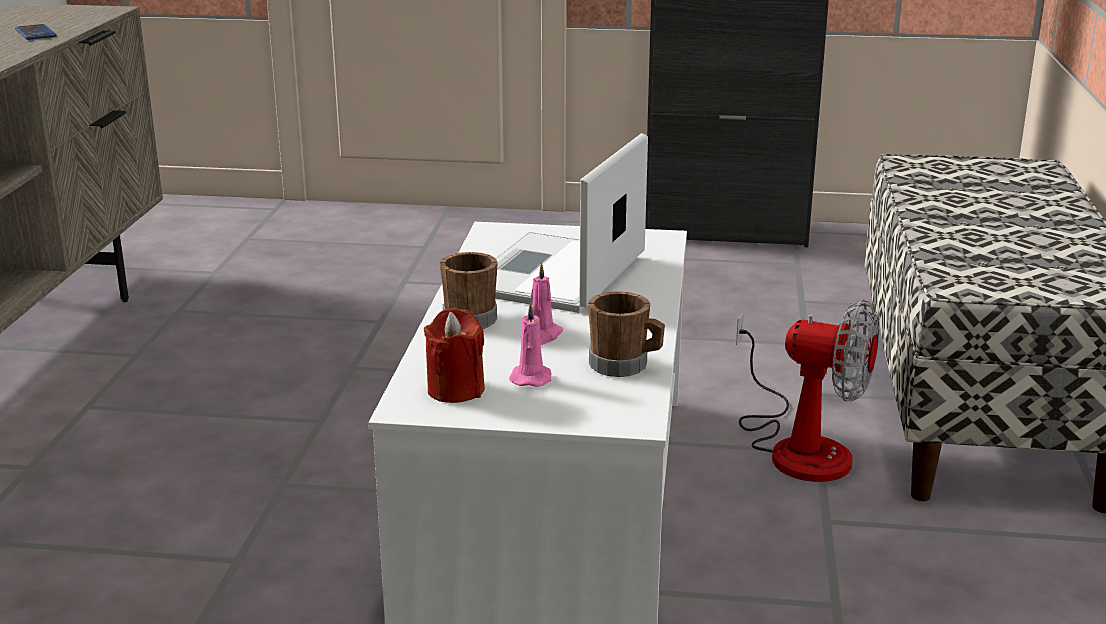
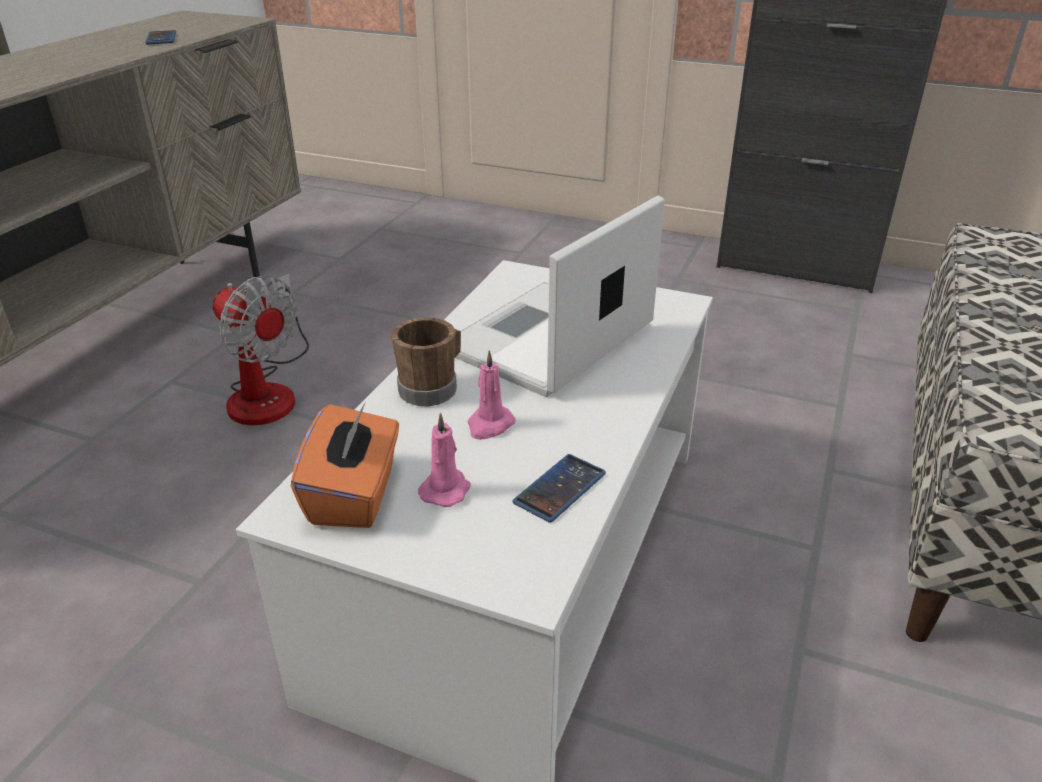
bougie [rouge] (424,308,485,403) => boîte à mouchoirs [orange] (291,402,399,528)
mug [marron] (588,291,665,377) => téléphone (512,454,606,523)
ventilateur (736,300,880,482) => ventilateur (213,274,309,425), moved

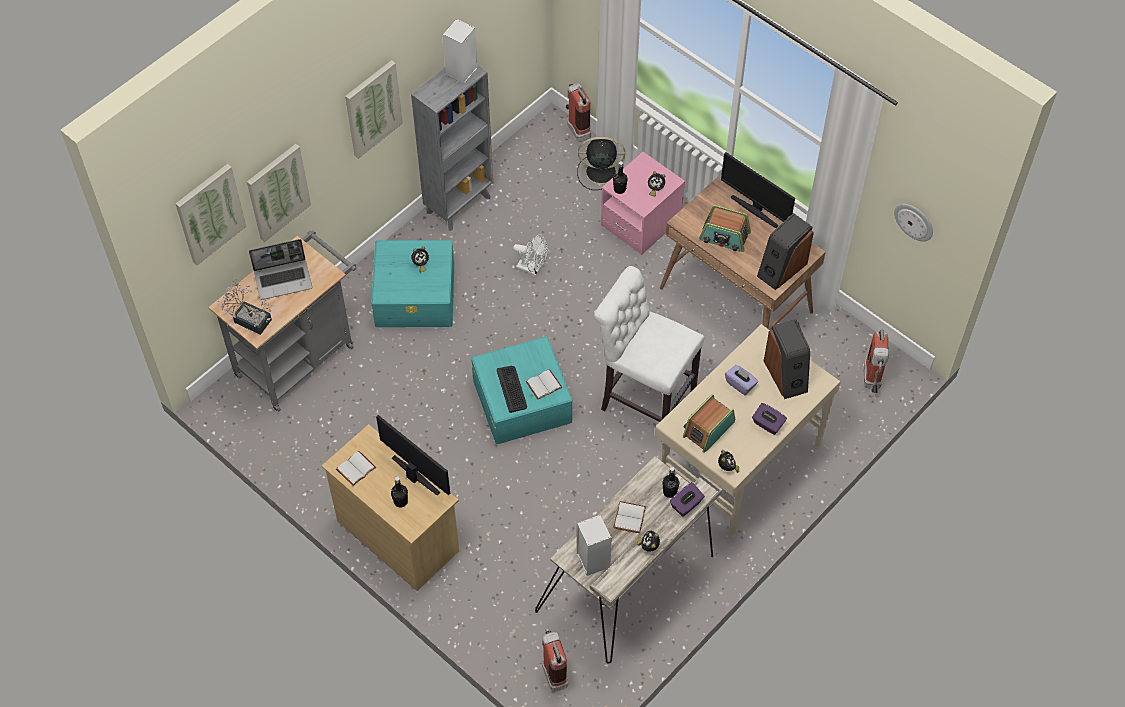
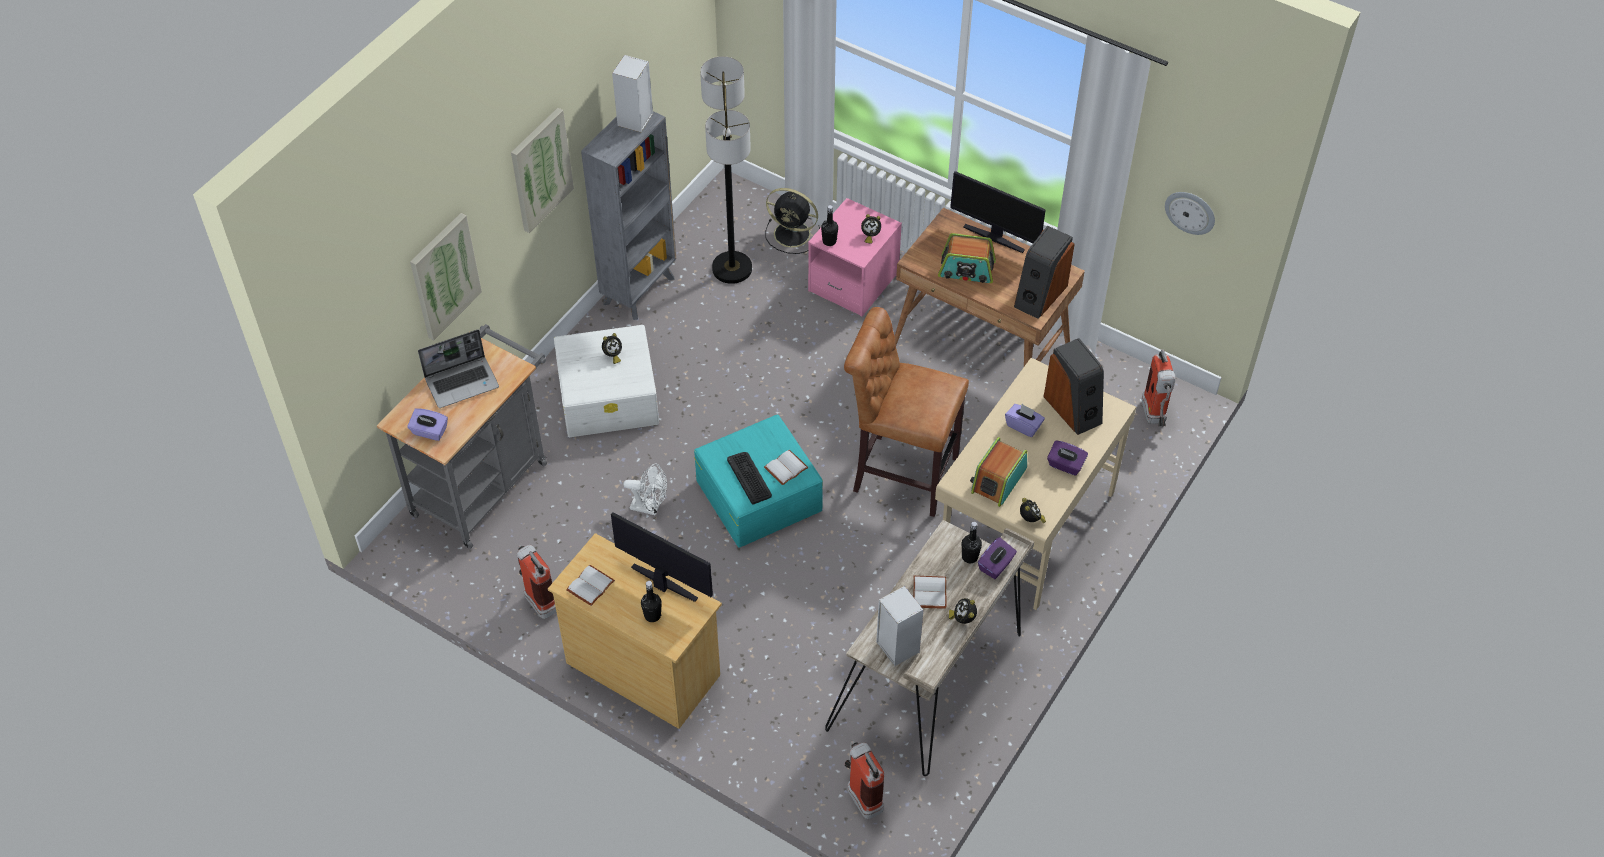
tableau (175,164,247,265) => nothing
plante en pot (218,279,275,335) => boîte à mouchoirs [violet] (407,408,448,441)
boîte de rangement [turquoise] (371,240,454,327) => boîte de rangement [blanc] (554,325,659,437)
ventilateur [blanc] (513,235,548,276) => ventilateur [blanc] (623,463,667,516), moved
extincteur (566,83,591,142) => extincteur (517,545,557,619), moved
ventilateur [noir] (577,137,625,190) => ventilateur [noir] (765,188,820,254), 150 degrees counterclockwise
tabouret [blanc] (594,266,704,422) => tabouret [marron] (844,307,969,517)
nothing => lampadaire (700,56,752,284)

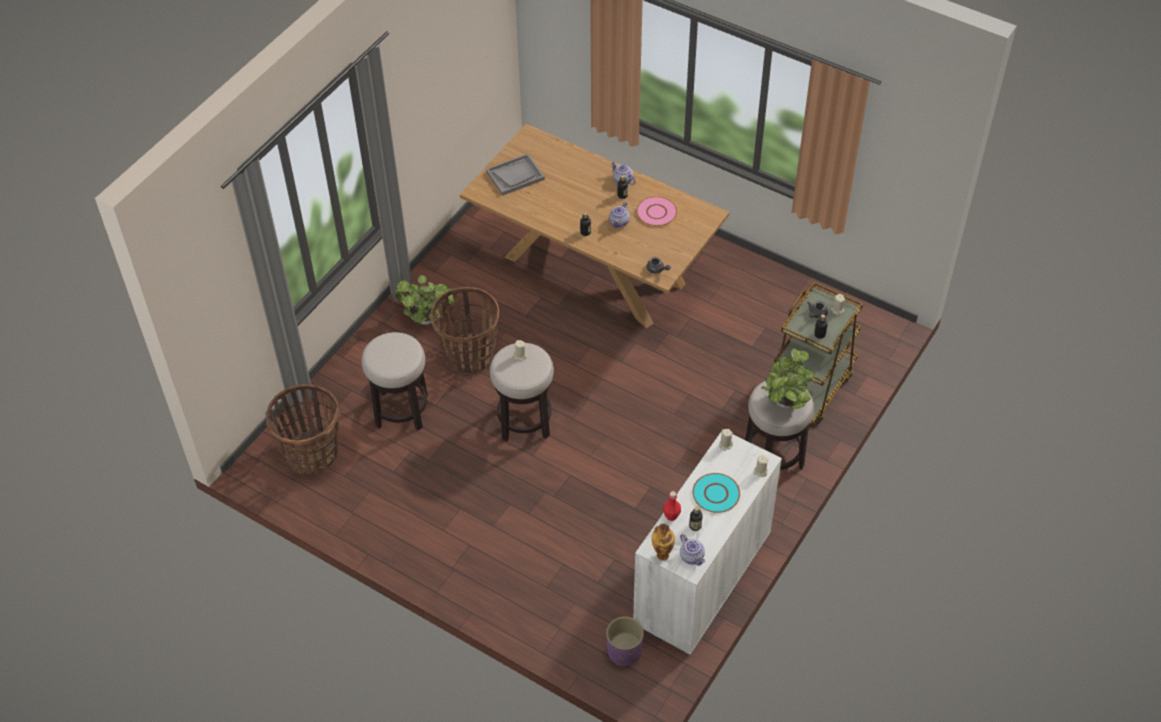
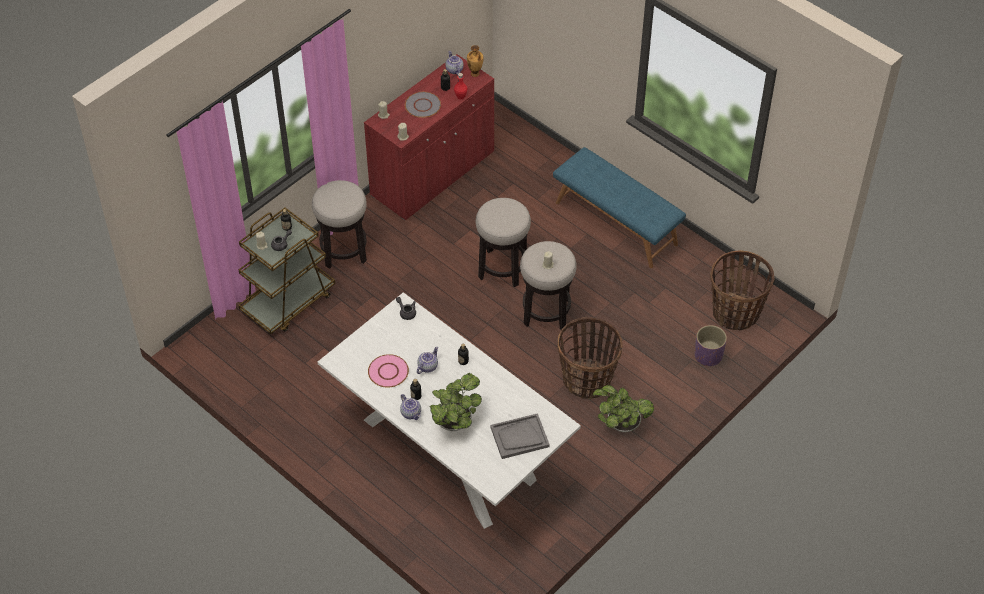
tabouret (362,332,428,431) => tabouret (476,198,531,287), moved
table à manger [marron] (460,124,729,328) => table à manger [blanc] (318,292,581,529)
cache-pot [violet] (606,616,644,666) => cache-pot [violet] (695,325,727,366), moved
meuble de rangement [blanc] (633,431,782,655) => meuble de rangement [rouge] (364,54,494,220)
assiette [turquoise] (692,473,740,513) => assiette [gris] (405,92,441,118)
plante en pot (761,348,814,409) => plante en pot (430,373,482,431), moved
nothing => banc [bleu] (553,147,686,268)

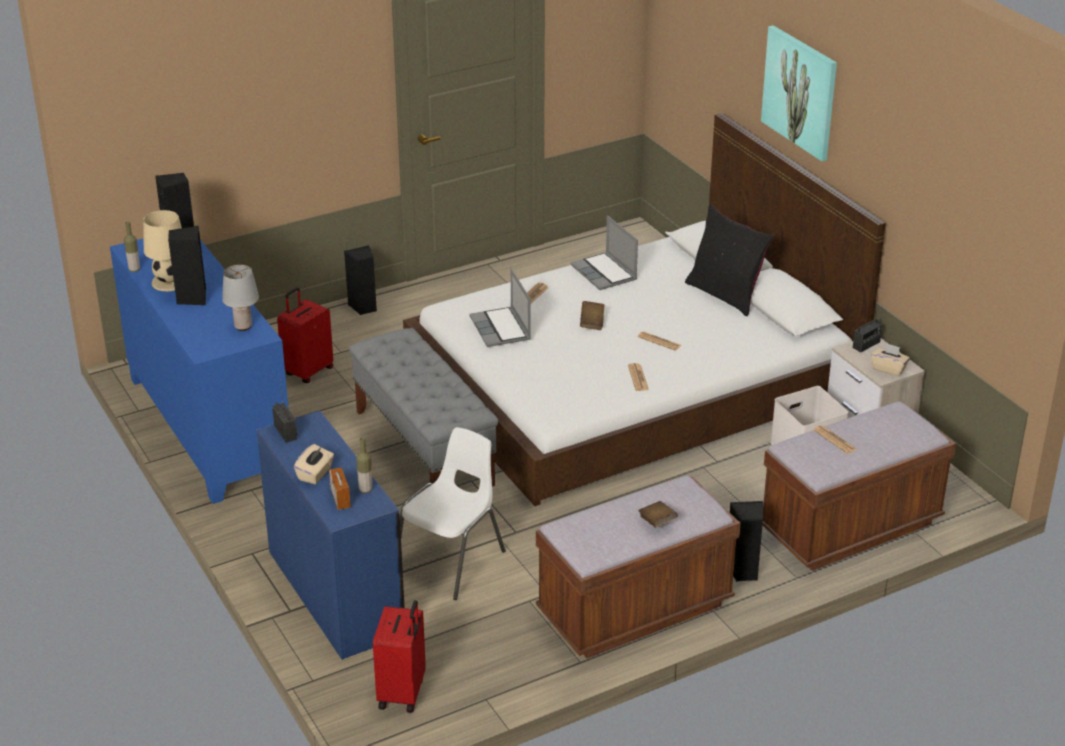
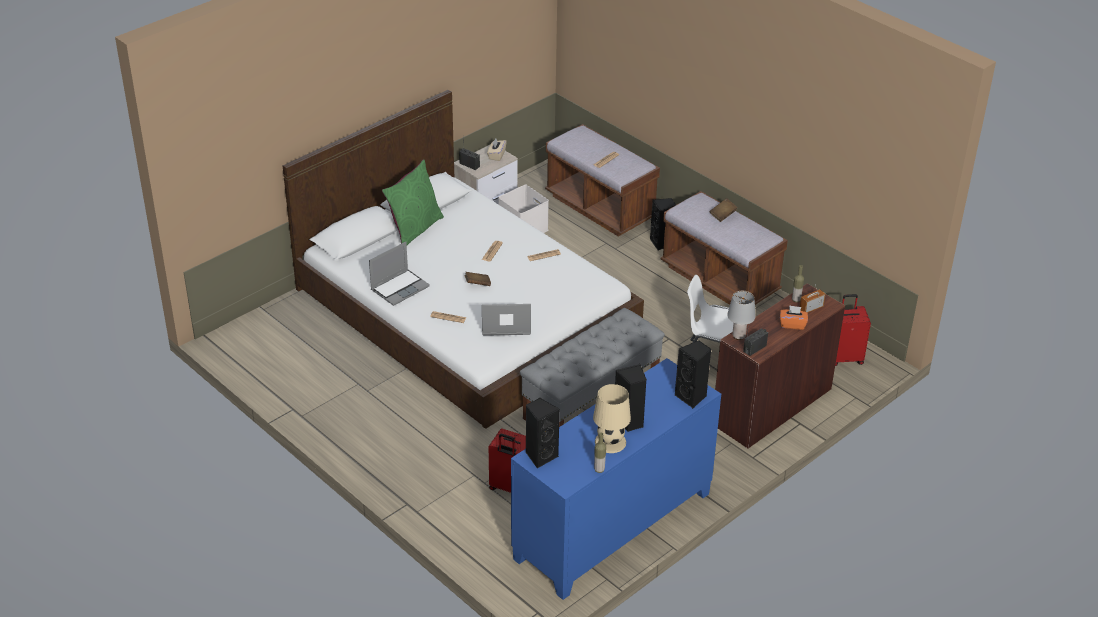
lampe de table [gris] (222,265,259,331) => lampe de table [gris] (727,291,755,340), moved
bureau [bleu] (256,411,405,660) => bureau [marron] (715,283,845,448)
boîte à mouchoirs [beige] (294,444,334,484) => boîte à mouchoirs [orange] (780,305,808,330)
enceinte [noir] (344,245,377,315) => enceinte [noir] (675,341,712,408), moved
ordinateur portable (469,269,531,347) => ordinateur portable (482,304,531,336), 150 degrees counterclockwise
coussin [noir] (685,204,774,316) => coussin [vert] (382,159,444,245)
tableau (761,25,837,161) => nothing

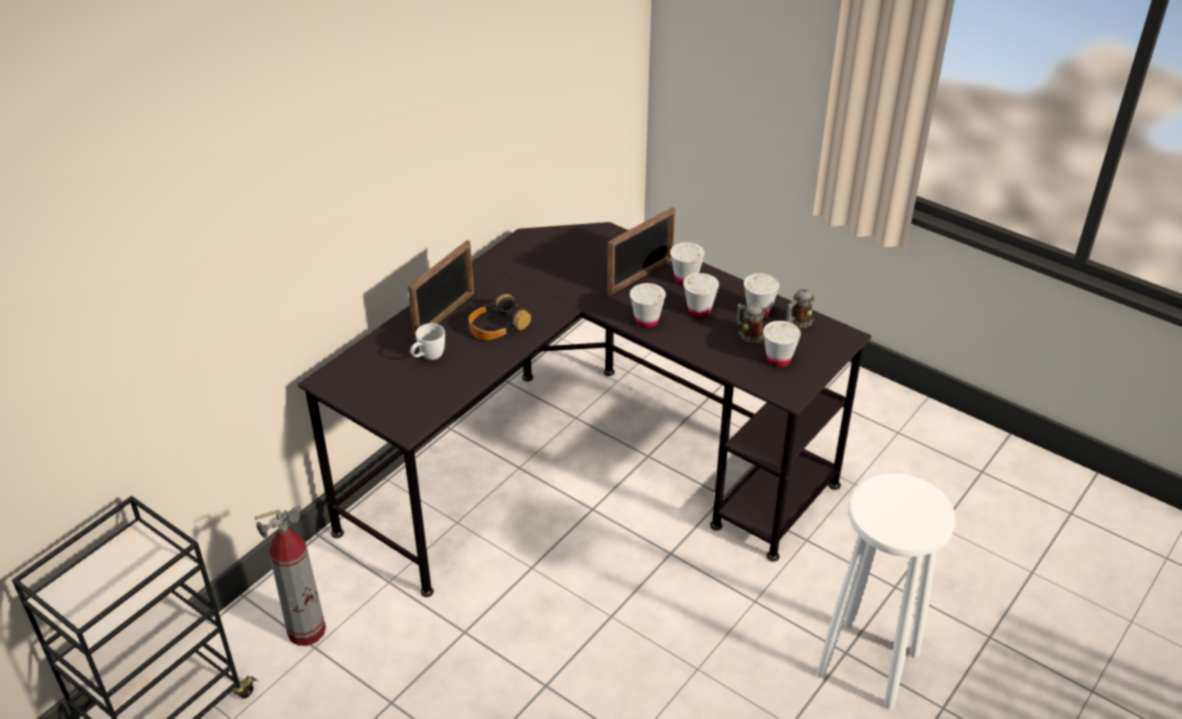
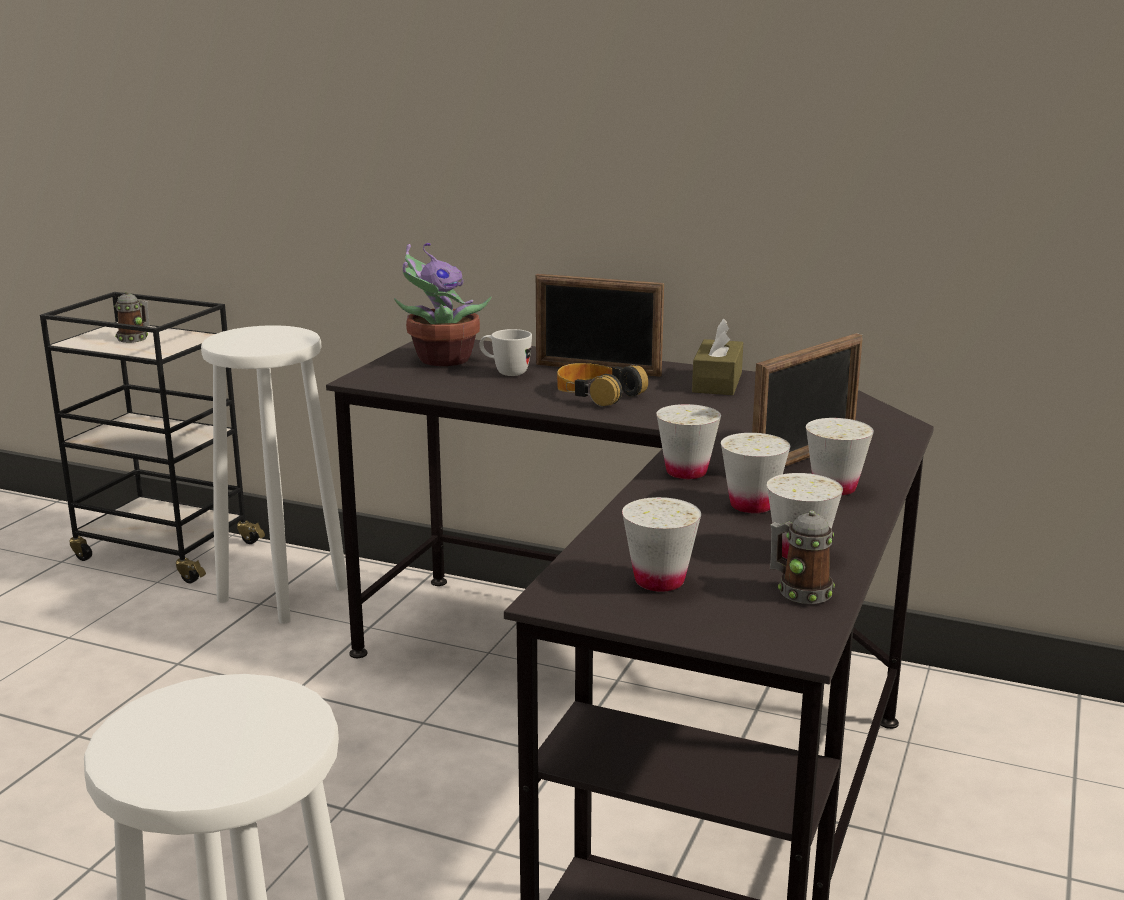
extincteur (255,505,326,646) => tabouret [blanc] (201,325,348,624)
cadre photo (607,207,675,296) => cadre photo (752,333,862,467), 75 degrees counterclockwise
mug (737,303,765,343) => mug (114,292,150,343), moved
nothing => plante en pot (394,243,492,366)
nothing => boîte à mouchoirs [marron] (692,319,743,395)

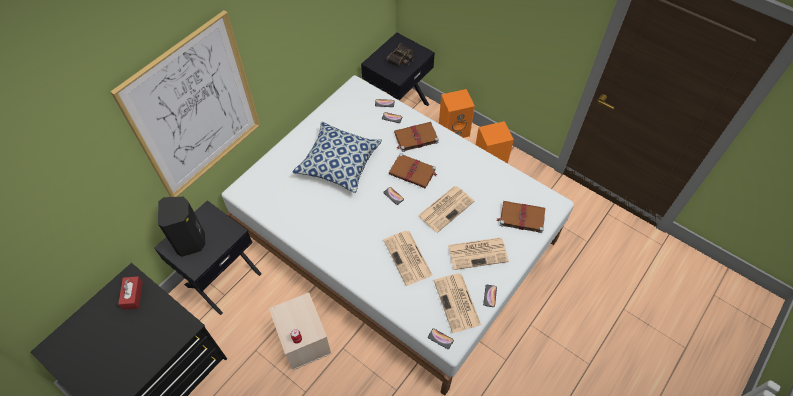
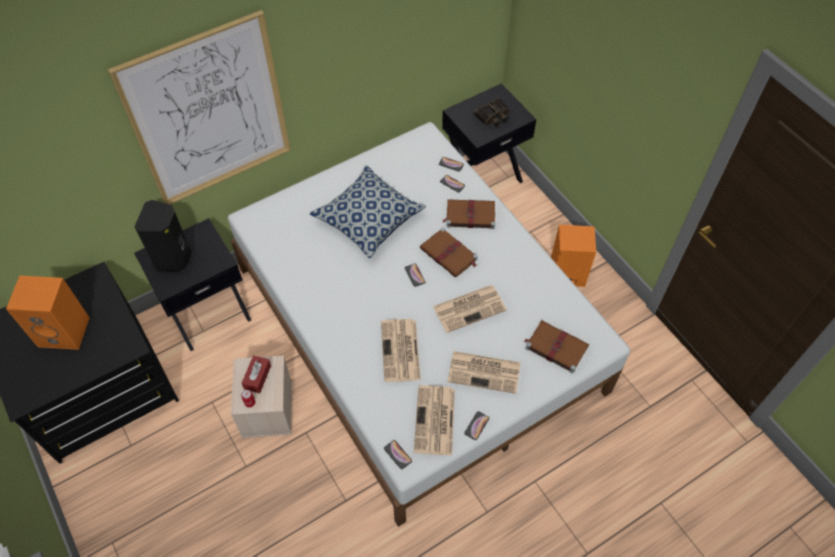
boîte à mouchoirs [rouge] (118,276,143,310) => boîte à mouchoirs [rouge] (242,356,271,393), moved
enceinte [orange] (439,89,475,138) => enceinte [orange] (6,275,90,350), moved

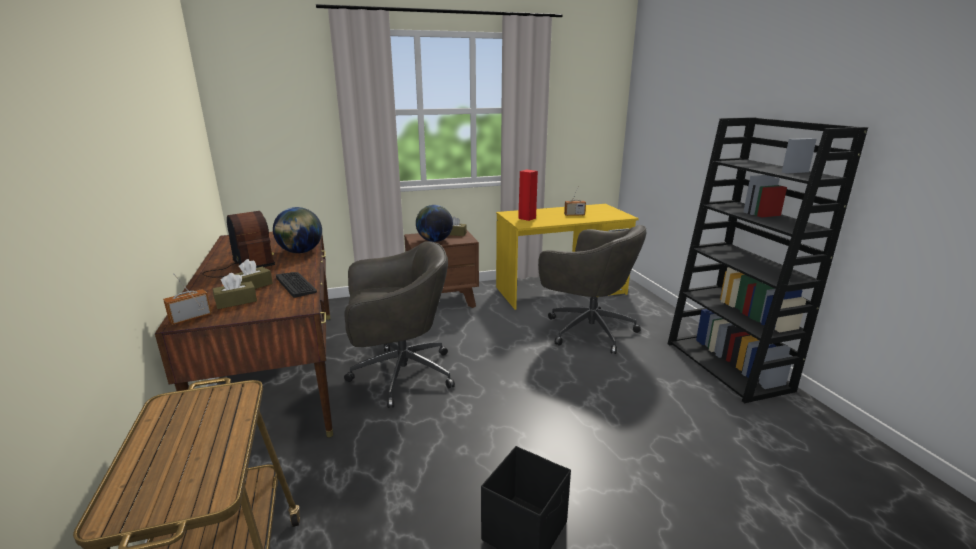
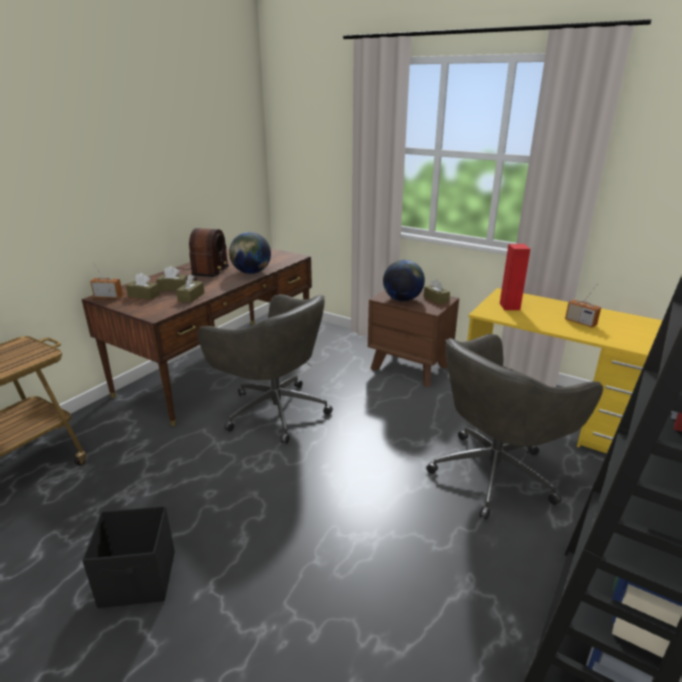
clavier (276,272,317,298) => boîte à mouchoirs [marron] (176,275,204,303)
chaise de bureau [gris] (538,225,647,354) => chaise de bureau [gris] (426,334,603,520), 60 degrees clockwise

